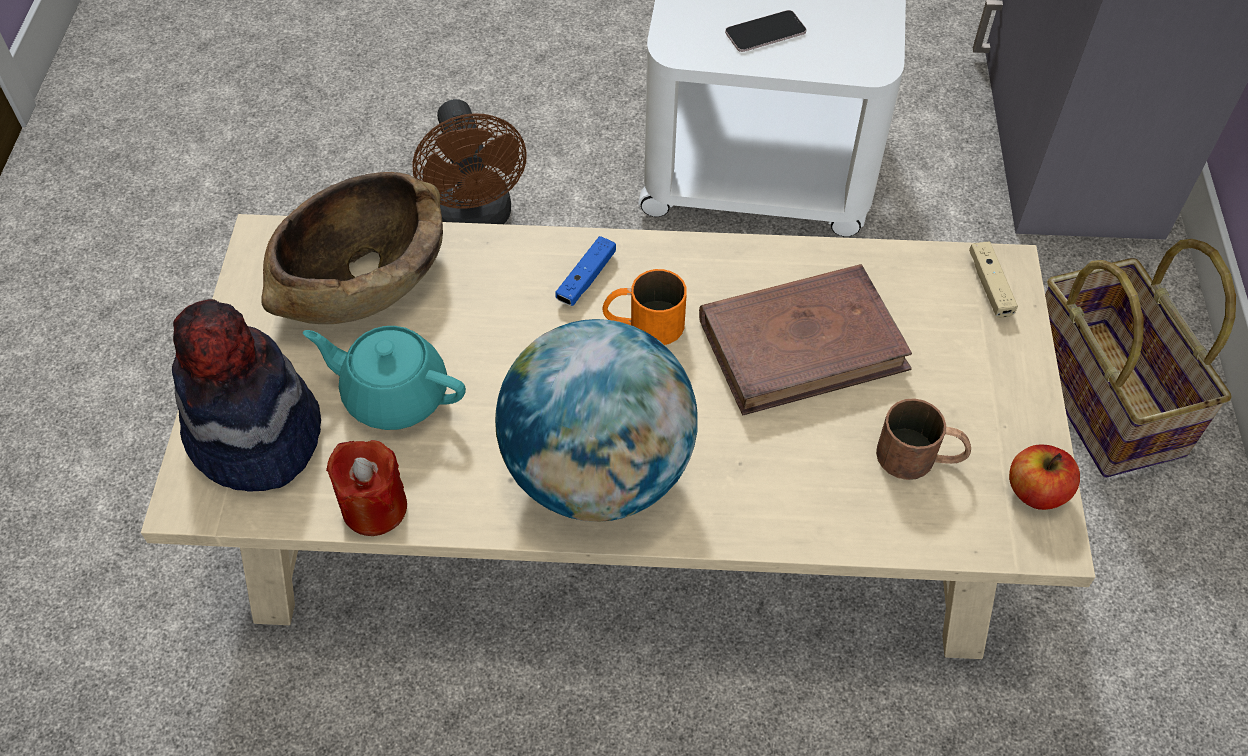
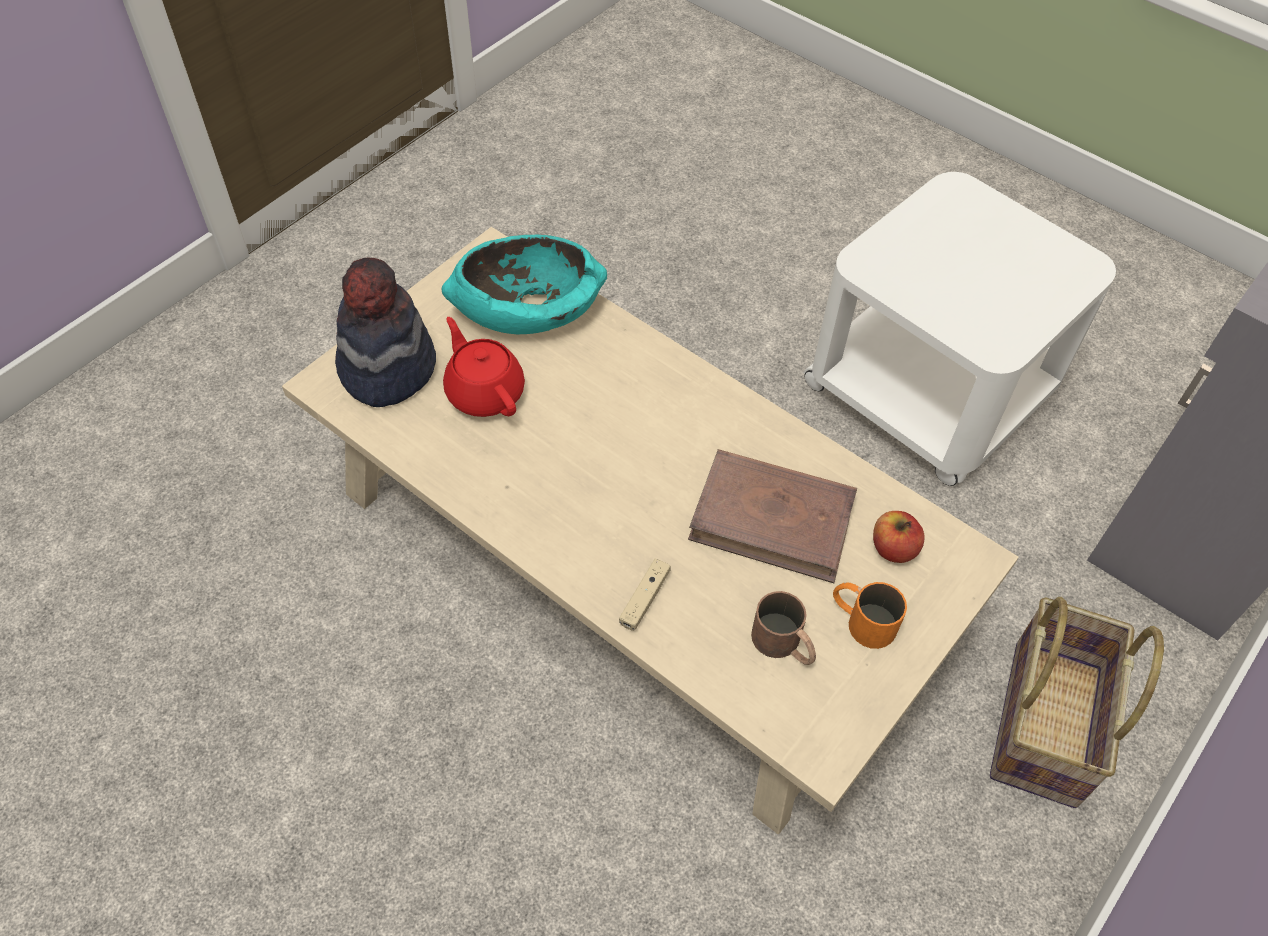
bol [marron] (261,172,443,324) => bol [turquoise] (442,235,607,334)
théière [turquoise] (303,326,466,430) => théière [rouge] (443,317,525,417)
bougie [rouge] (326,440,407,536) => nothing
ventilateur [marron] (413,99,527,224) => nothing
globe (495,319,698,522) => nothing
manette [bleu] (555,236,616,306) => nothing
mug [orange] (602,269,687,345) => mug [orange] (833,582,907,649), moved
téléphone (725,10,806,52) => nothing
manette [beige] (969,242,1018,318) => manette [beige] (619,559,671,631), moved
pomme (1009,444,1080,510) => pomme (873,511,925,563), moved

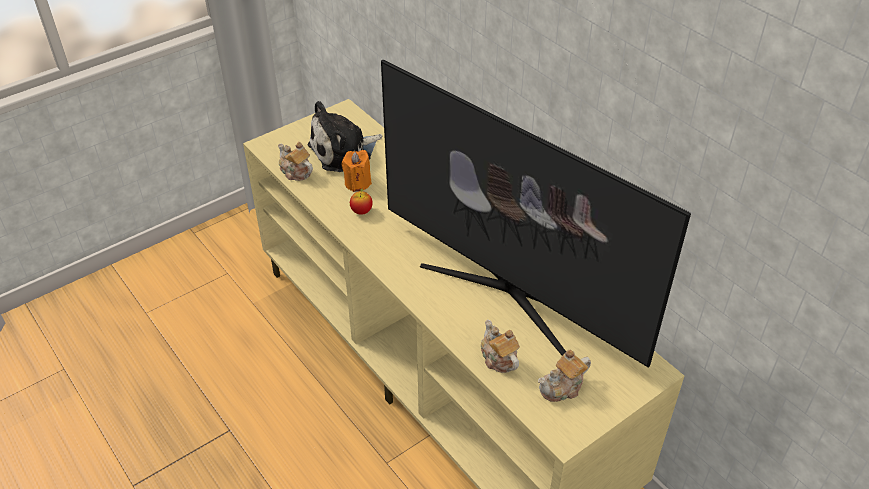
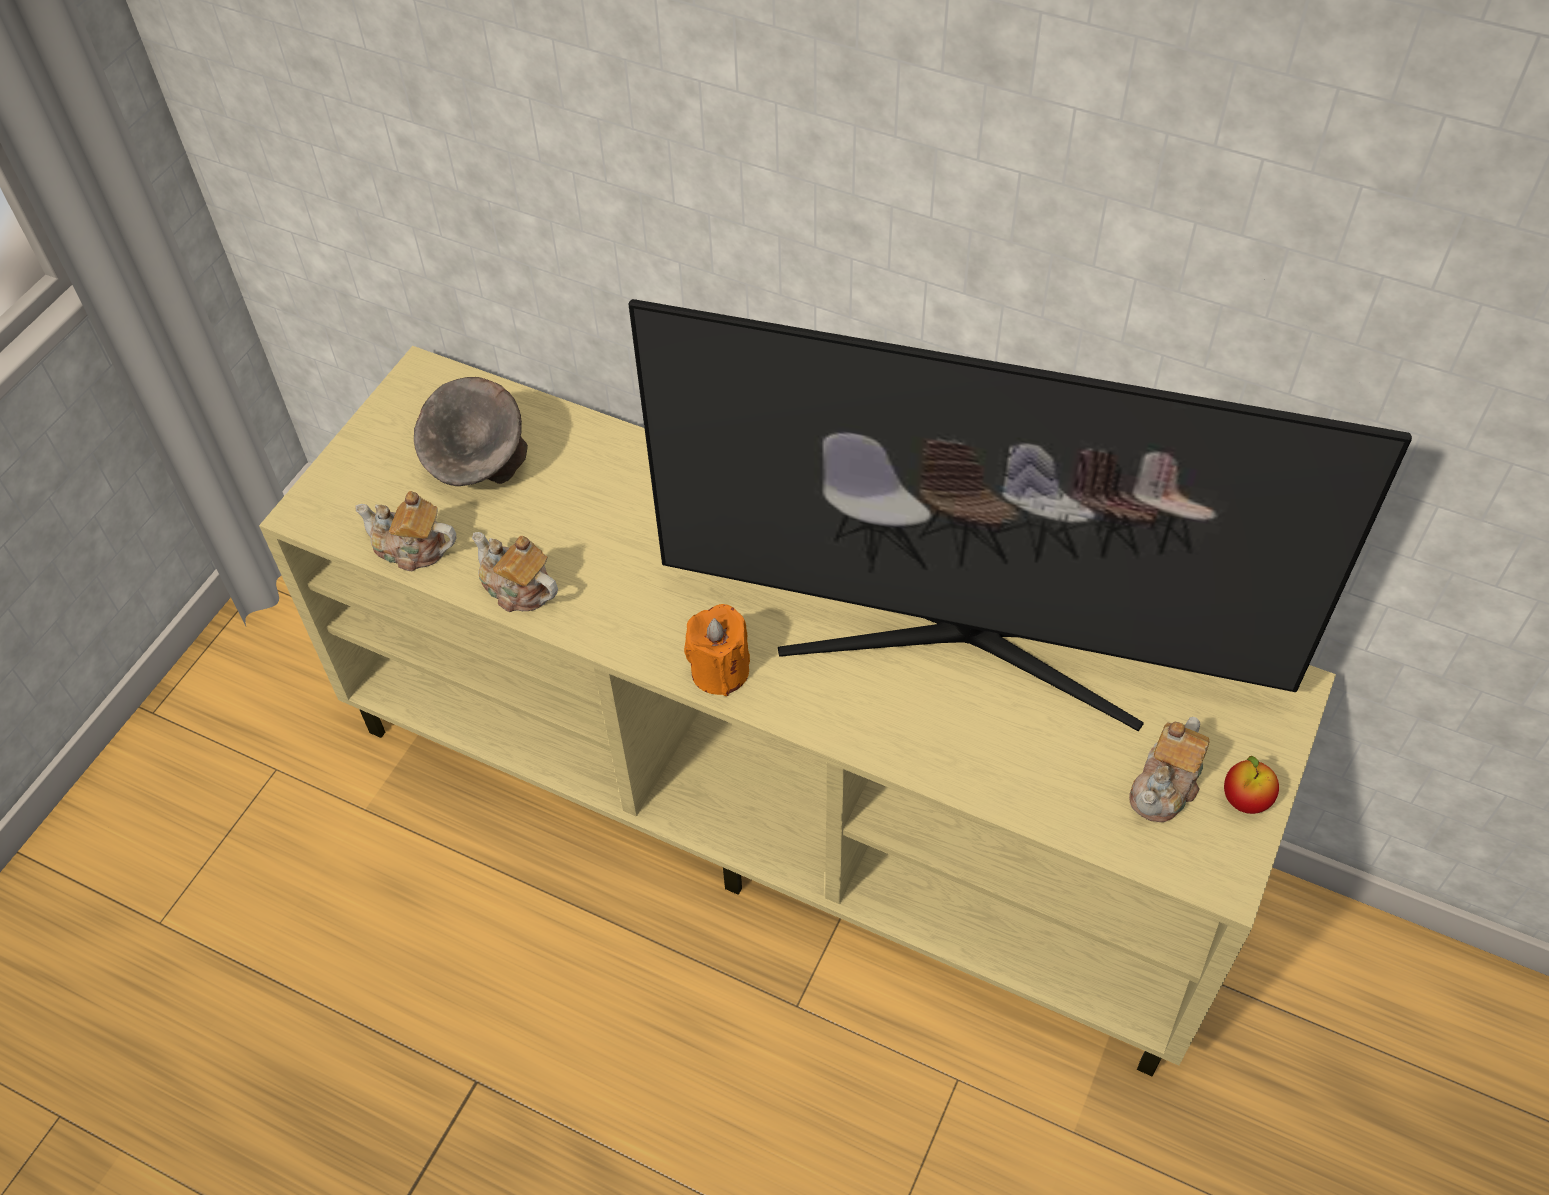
peluche (308,101,382,172) => bol [gris] (414,377,528,486)
bougie [orange] (341,150,372,192) => bougie [orange] (684,604,750,696), moved
pomme (350,187,373,215) => pomme (1224,756,1279,814), moved
théière (481,320,520,373) => théière (472,532,558,612), moved

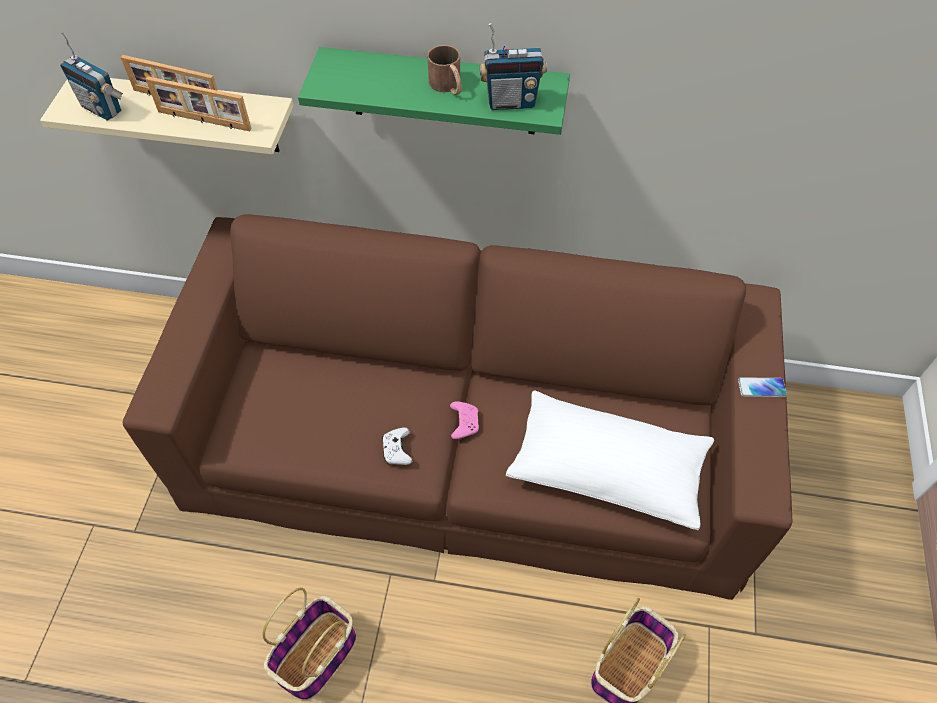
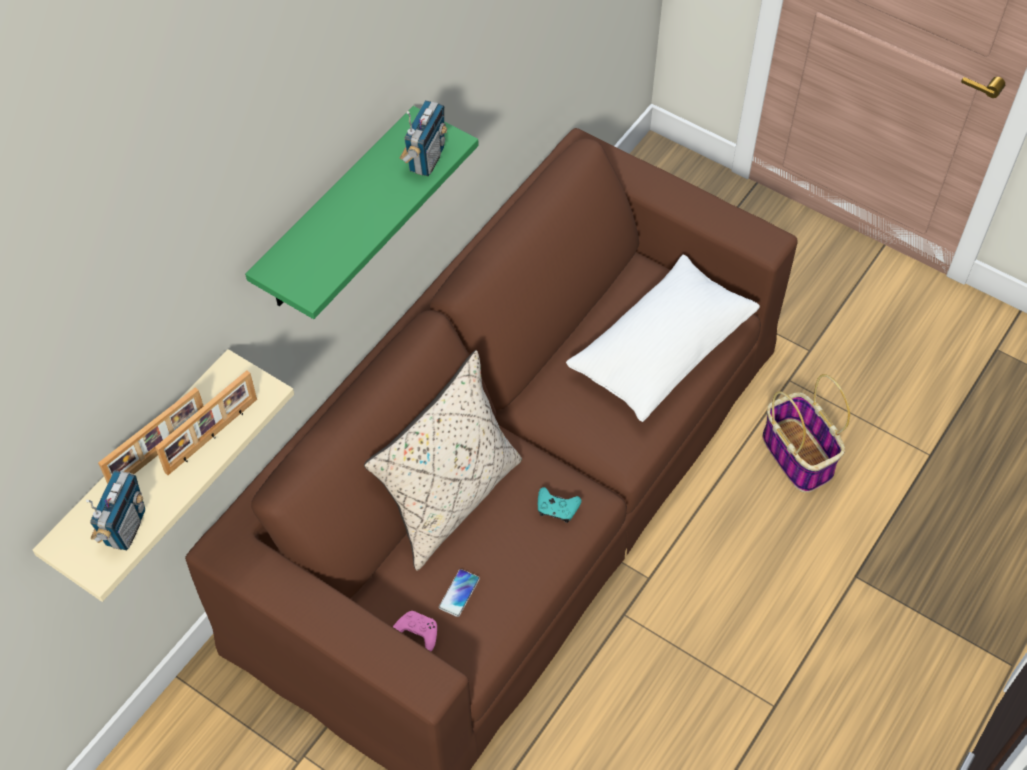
radio (60,32,123,121) => radio (86,470,145,550), 45 degrees counterclockwise
panier (262,587,356,700) => nothing
manette [blanc] (382,427,413,465) => manette [turquoise] (538,487,582,523)
mug [marron] (428,45,462,95) => nothing
manette [rose] (450,401,479,439) => manette [rose] (393,611,437,651), moved
téléphone (738,378,787,397) => téléphone (439,569,480,617), moved
nothing => coussin [beige] (364,350,522,571)

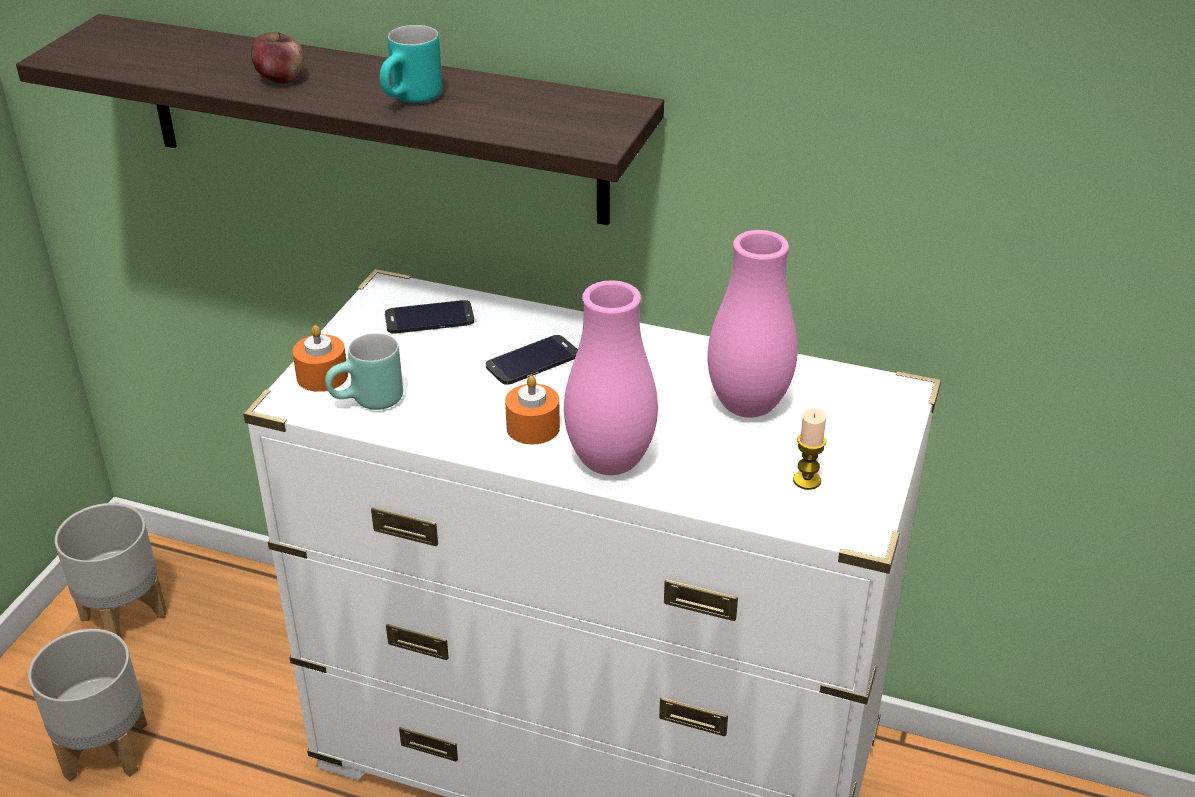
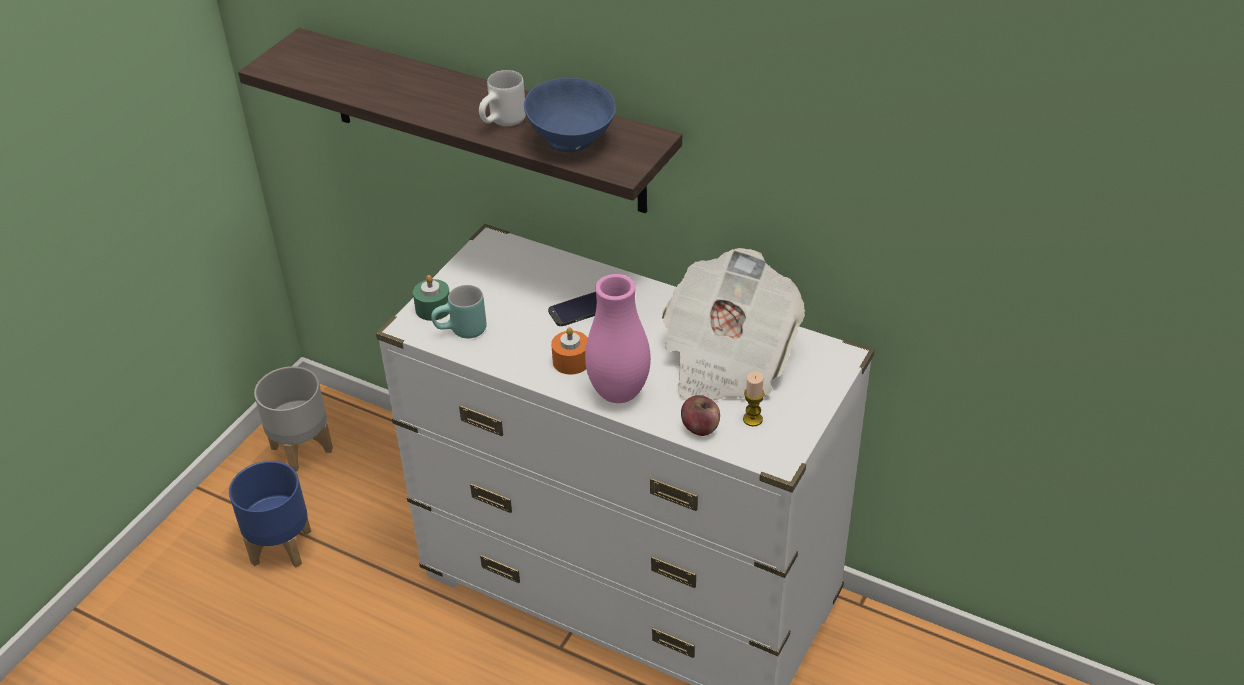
cache-pot [gris] (28,629,147,781) => cache-pot [bleu] (229,461,311,568)
pomme (251,32,304,83) => pomme (681,395,720,436), moved
bougie [orange] (292,325,348,392) => bougie [vert] (413,275,450,321)
mug [turquoise] (380,25,443,103) => mug [blanc] (479,70,526,126)
téléphone (385,300,474,334) => nothing
vase [rose] (707,230,798,418) => journal (662,248,805,401)
nothing => bol [bleu] (524,78,616,152)

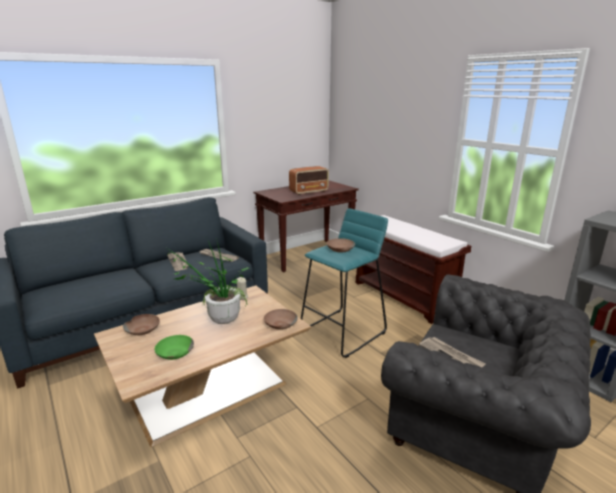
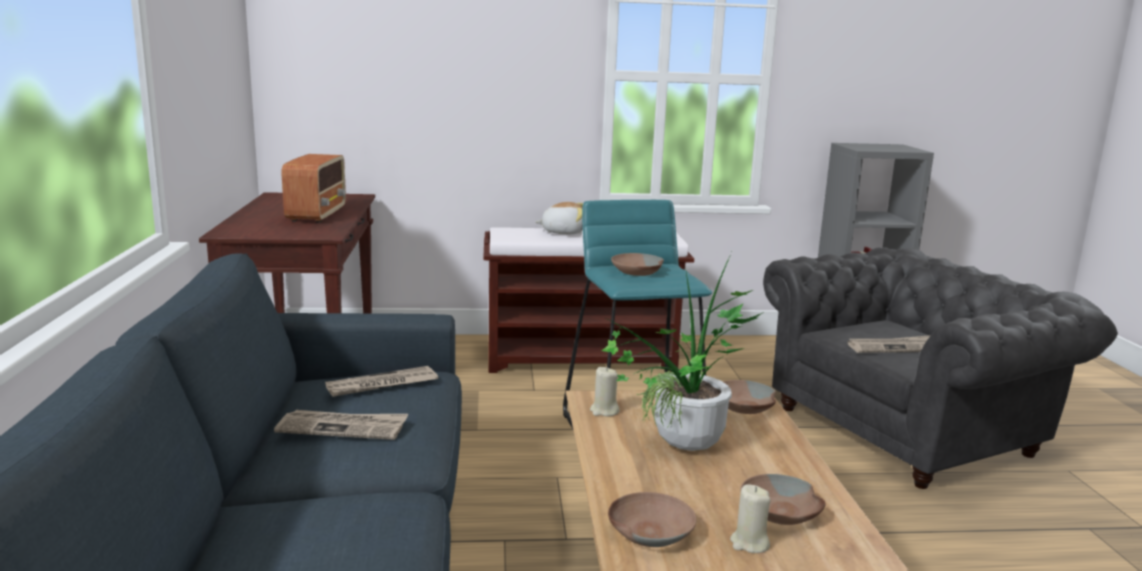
bol [vert] (155,335,194,360) => bol [marron] (740,474,826,525)
nothing => peluche (535,202,583,234)
nothing => bougie [beige] (730,484,771,553)

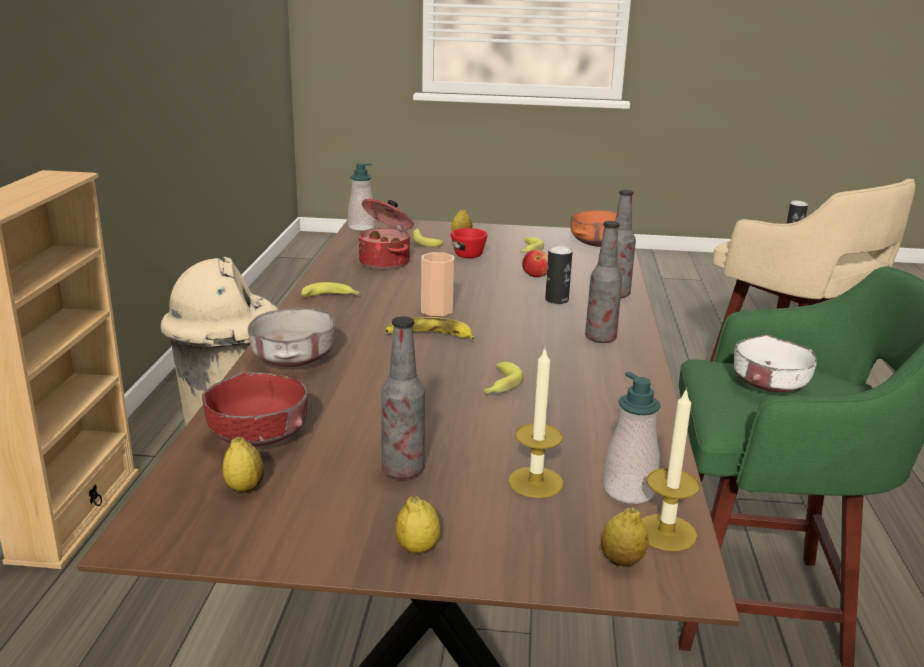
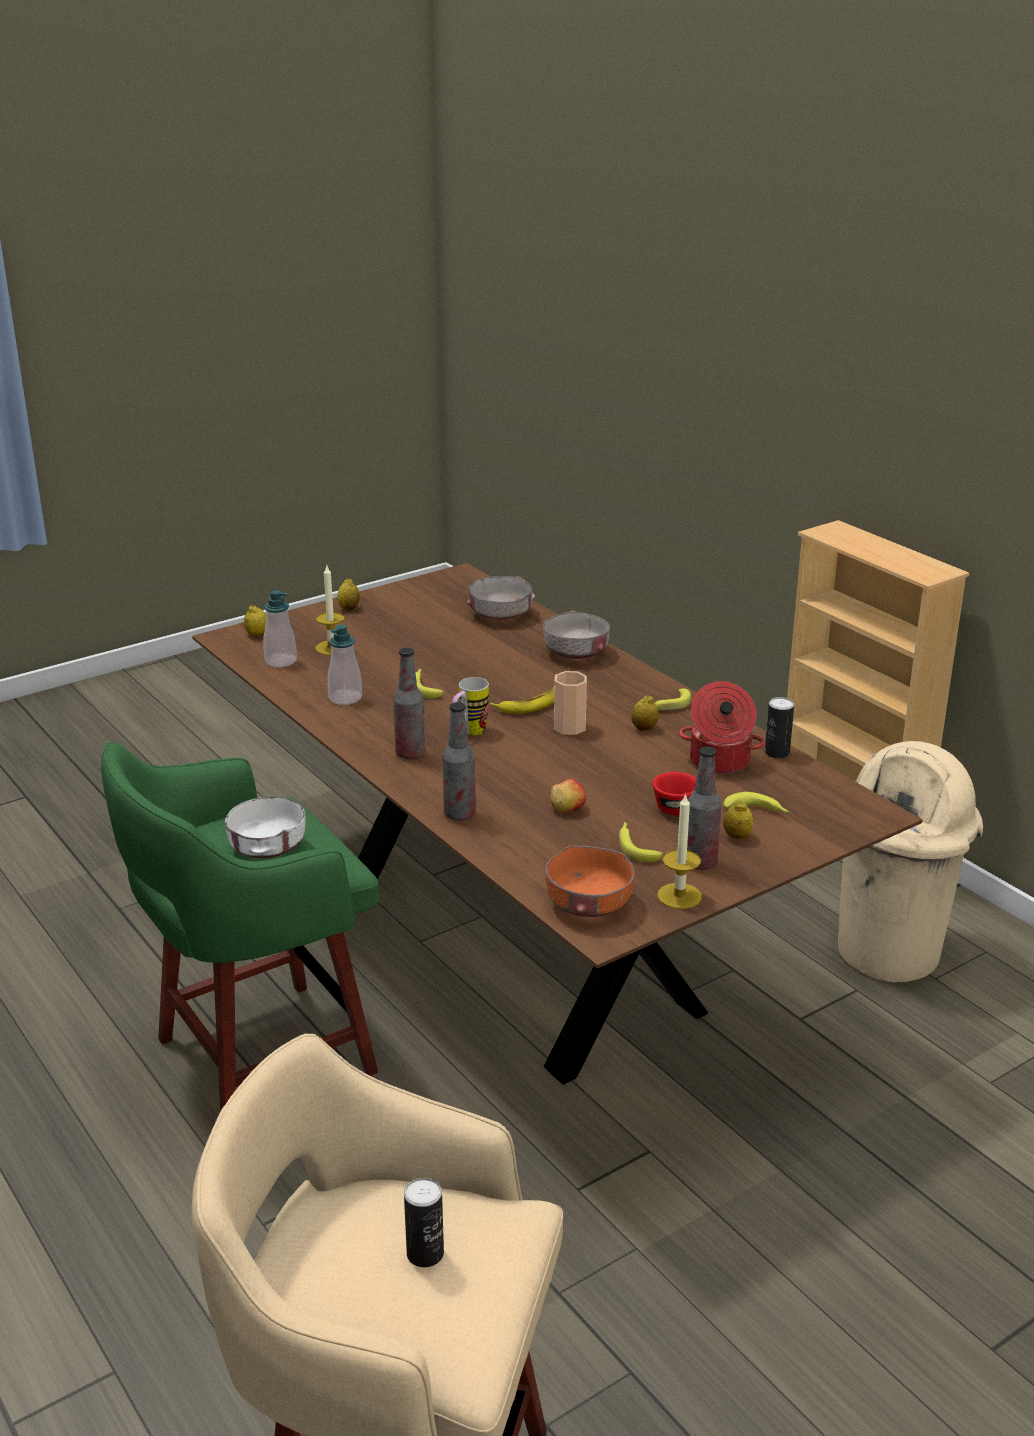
bol [rouge] (202,372,308,446) => bol [gris] (467,576,535,620)
citron (223,437,264,492) => citron (631,695,659,731), moved
distributeur de savon (348,163,376,231) => distributeur de savon (328,625,362,705), moved
bouteille (381,316,425,479) => bouteille (687,746,722,870), moved
boîte métallique (545,245,573,304) => boîte métallique (765,697,794,758), moved
bougie (642,387,700,551) => bougie (657,793,702,909), moved
nothing => mug (452,677,489,735)

